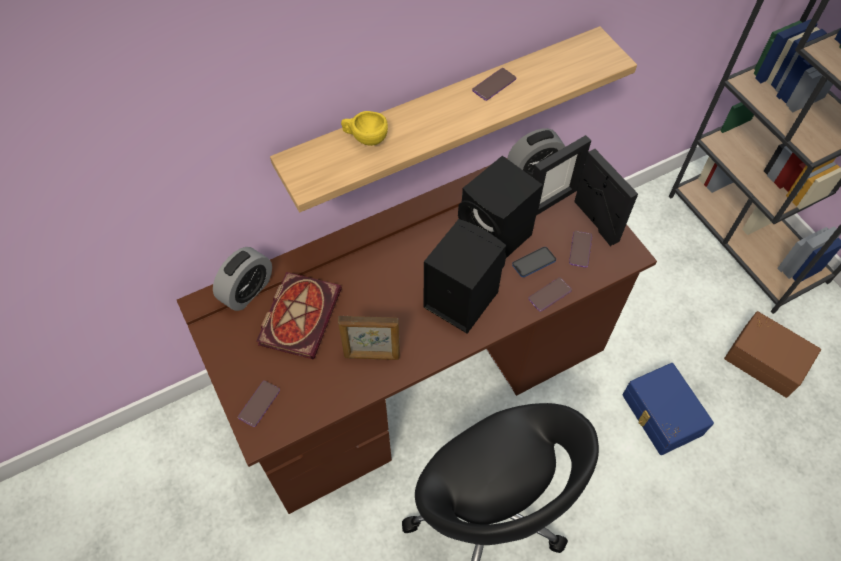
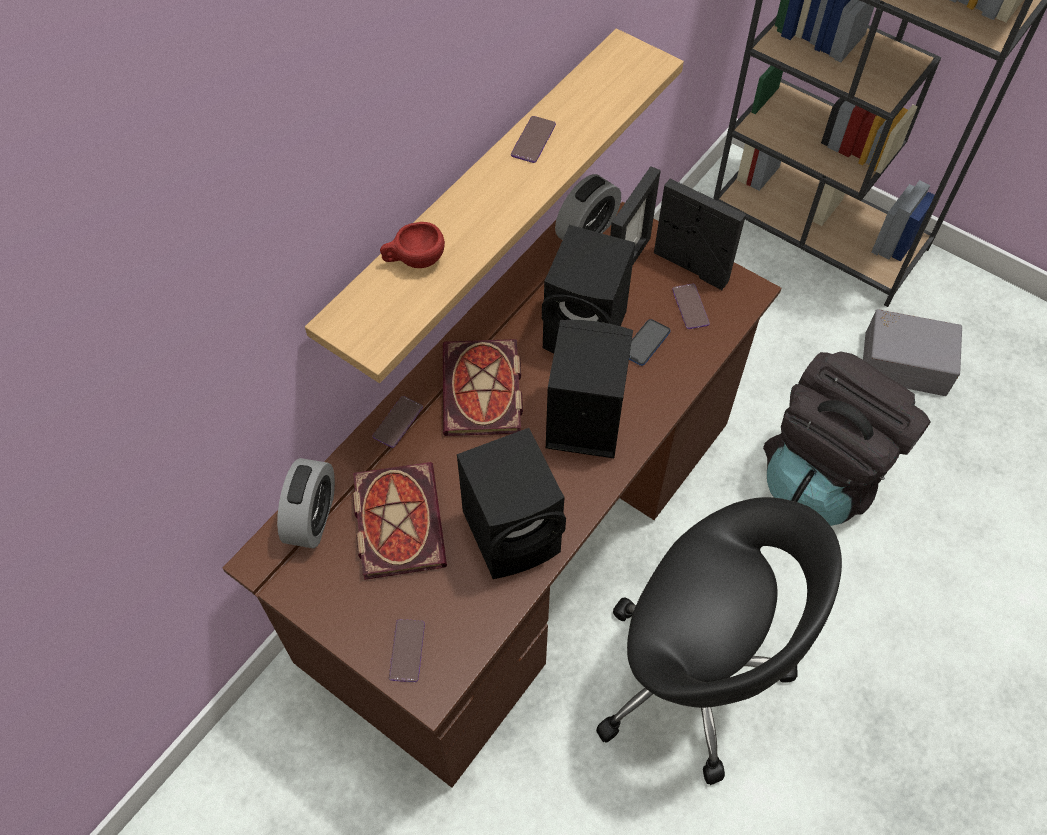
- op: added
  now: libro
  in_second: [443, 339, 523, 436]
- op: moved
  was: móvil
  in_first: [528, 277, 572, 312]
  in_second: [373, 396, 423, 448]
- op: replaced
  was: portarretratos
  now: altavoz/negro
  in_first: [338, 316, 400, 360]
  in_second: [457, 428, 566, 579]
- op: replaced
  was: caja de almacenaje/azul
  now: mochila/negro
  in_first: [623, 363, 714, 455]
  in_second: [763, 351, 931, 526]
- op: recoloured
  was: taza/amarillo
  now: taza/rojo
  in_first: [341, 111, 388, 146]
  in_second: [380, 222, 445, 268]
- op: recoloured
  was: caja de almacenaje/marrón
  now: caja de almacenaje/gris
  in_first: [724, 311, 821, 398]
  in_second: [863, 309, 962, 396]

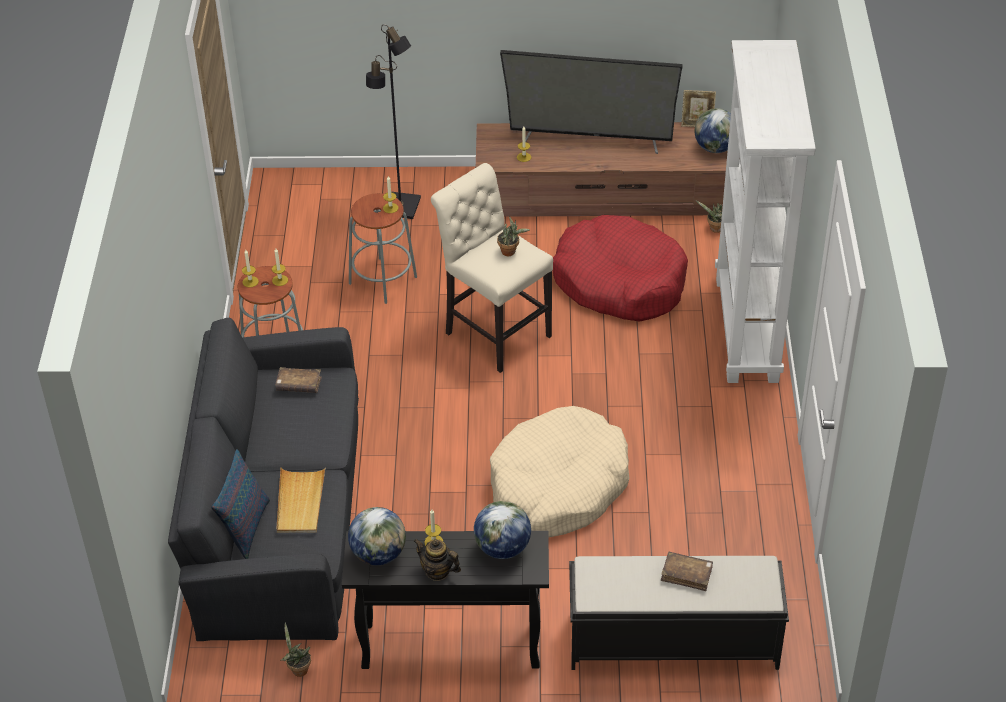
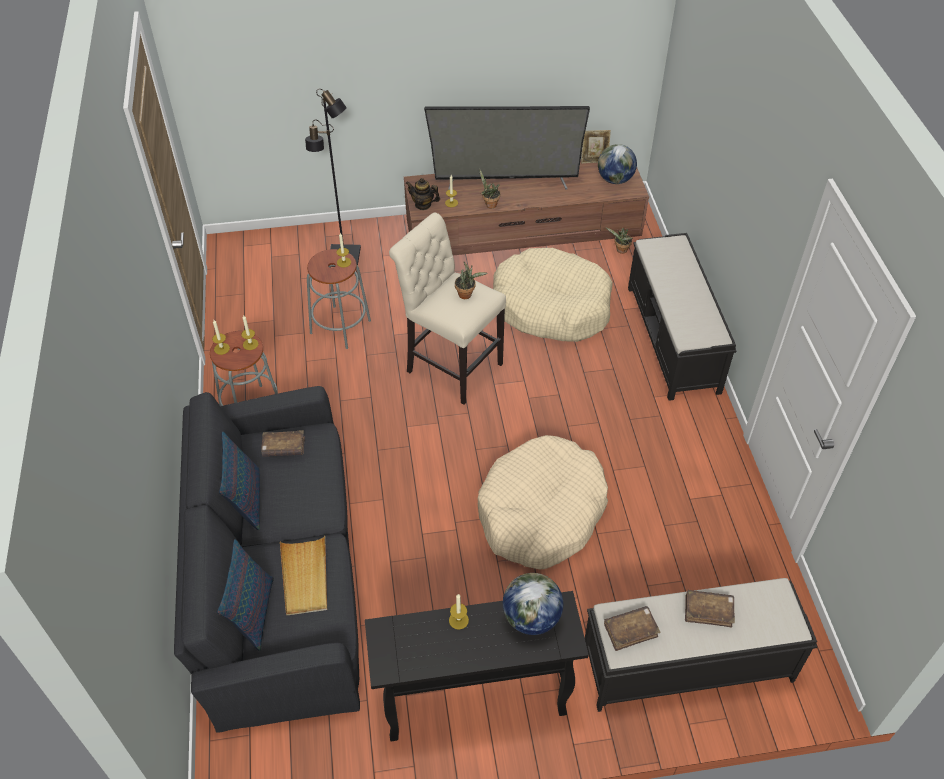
- op: removed
  was: globo terráqueo
  in_first: [348, 507, 406, 565]
- op: added
  now: cojín/azul
  in_second: [219, 432, 260, 530]
- op: added
  now: libro/marrón
  in_second: [604, 606, 661, 651]
- op: moved
  was: planta en maceta
  in_first: [281, 622, 311, 677]
  in_second: [479, 168, 500, 208]
- op: moved
  was: tetera
  in_first: [413, 539, 461, 581]
  in_second: [406, 178, 440, 210]
- op: replaced
  was: estantería/blanco
  now: banco/negro
  in_first: [715, 40, 816, 383]
  in_second: [628, 233, 736, 401]
- op: recoloured
  was: cama para perro/rojo
  now: cama para perro/beis
  in_first: [553, 215, 688, 321]
  in_second: [493, 248, 613, 342]

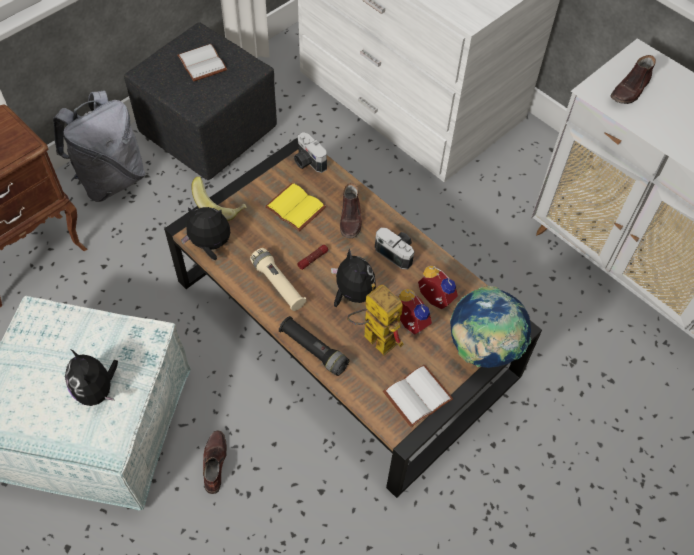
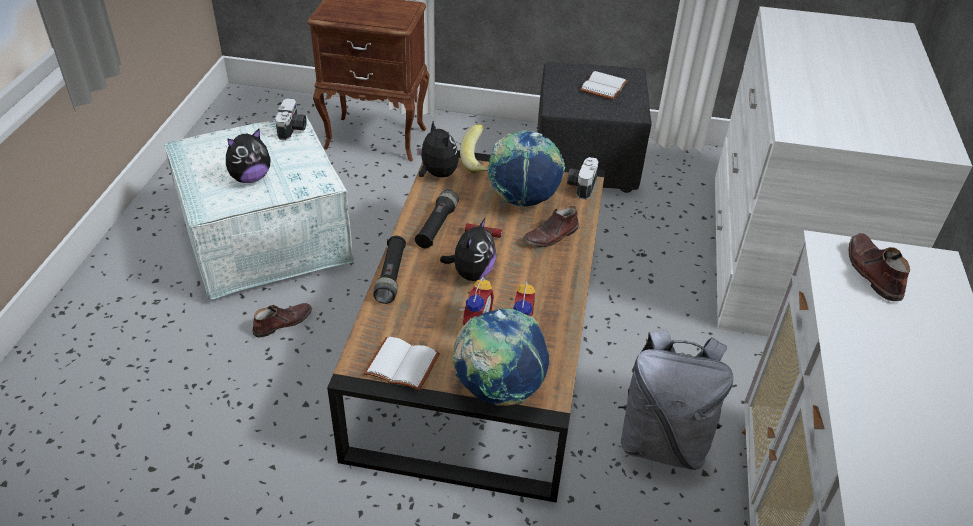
- op: removed
  was: robot de juguete
  in_first: [347, 283, 403, 356]
- op: moved
  was: mochila/gris
  in_first: [53, 91, 145, 202]
  in_second: [618, 329, 734, 470]
- op: moved
  was: cámara
  in_first: [375, 228, 414, 270]
  in_second: [275, 98, 306, 140]
- op: replaced
  was: libro/amarillo
  now: globo terráqueo
  in_first: [265, 183, 326, 231]
  in_second: [488, 130, 565, 207]
- op: recoloured
  was: linterna/beis
  now: linterna/negro
  in_first: [250, 248, 306, 311]
  in_second: [415, 190, 459, 248]
- op: turned
  was: peluche
  in_first: [65, 350, 118, 406]
  in_second: [226, 129, 271, 183]
  clockwise: -150
- op: turned
  was: zapato/marrón
  in_first: [610, 55, 656, 104]
  in_second: [849, 233, 910, 301]
  clockwise: 75

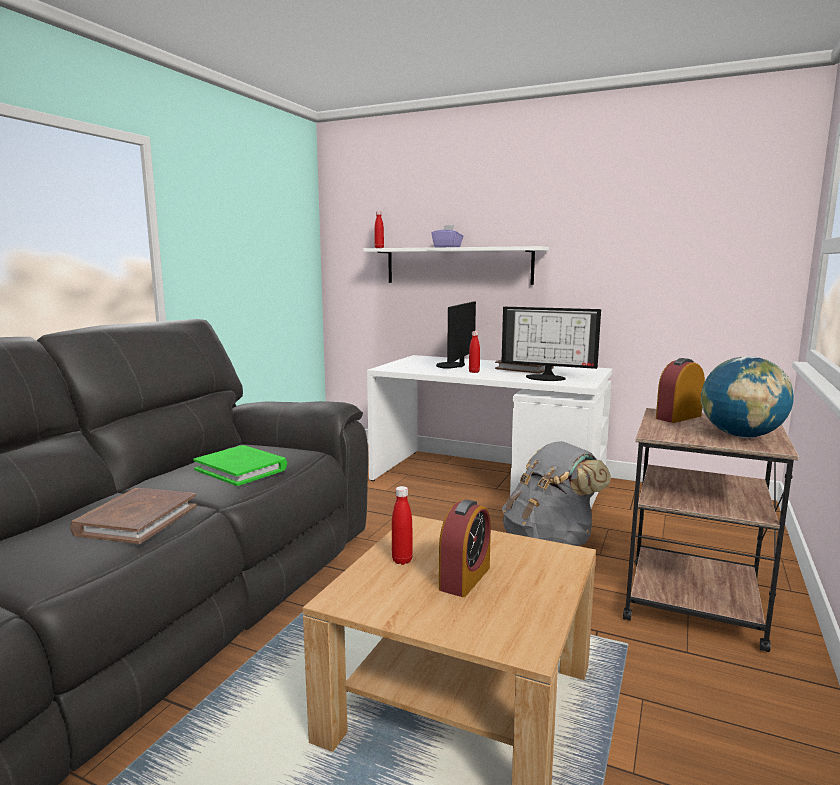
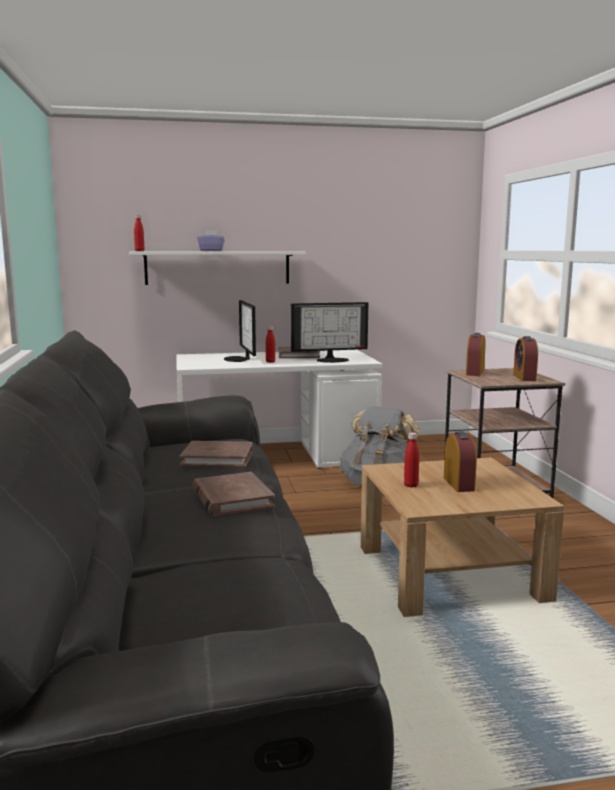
- op: replaced
  was: globo terráqueo
  now: despertador
  in_first: [701, 356, 794, 438]
  in_second: [513, 336, 538, 381]
- op: recoloured
  was: libro/verde
  now: libro/marrón
  in_first: [193, 445, 287, 486]
  in_second: [180, 441, 253, 467]

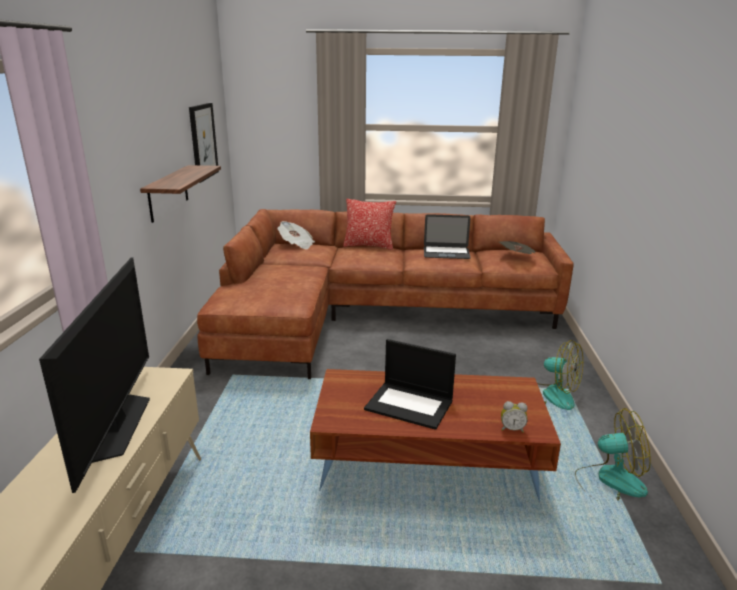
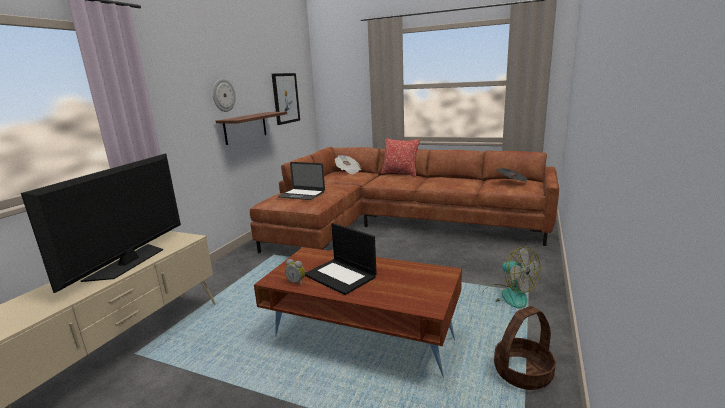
- op: added
  now: reloj de pared
  in_second: [213, 79, 236, 112]
- op: moved
  was: portátil
  in_first: [424, 214, 471, 259]
  in_second: [277, 162, 325, 200]
- op: moved
  was: despertador
  in_first: [501, 401, 528, 433]
  in_second: [285, 259, 305, 285]
- op: replaced
  was: ventilador
  now: cesta
  in_first: [575, 408, 651, 501]
  in_second: [494, 306, 556, 390]

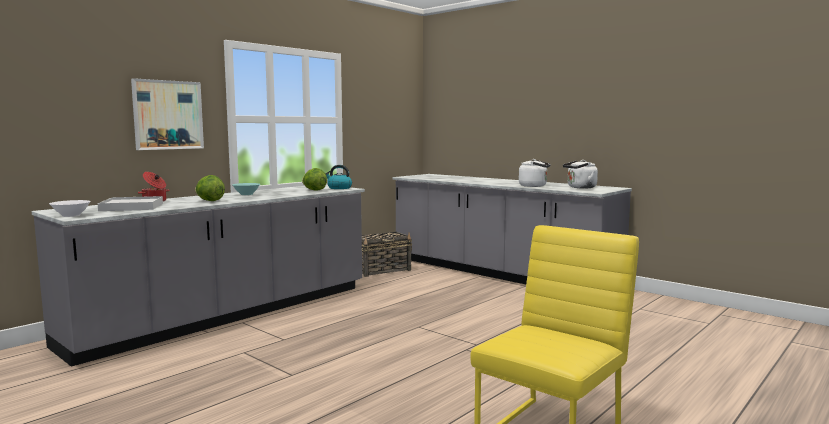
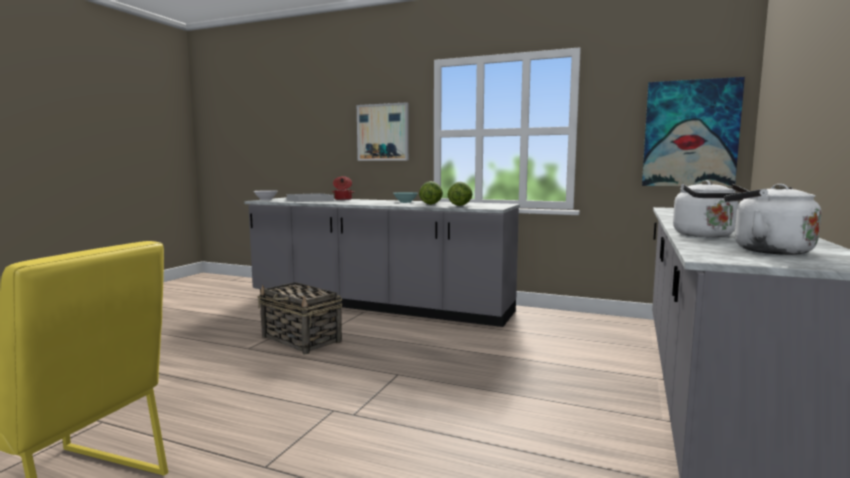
- op: removed
  was: hervidor
  in_first: [325, 165, 352, 189]
- op: added
  now: cuadro
  in_second: [642, 77, 745, 187]
- op: moved
  was: lechuga
  in_first: [195, 175, 225, 201]
  in_second: [419, 181, 443, 205]
- op: moved
  was: cesta
  in_first: [362, 232, 412, 277]
  in_second: [257, 282, 342, 355]

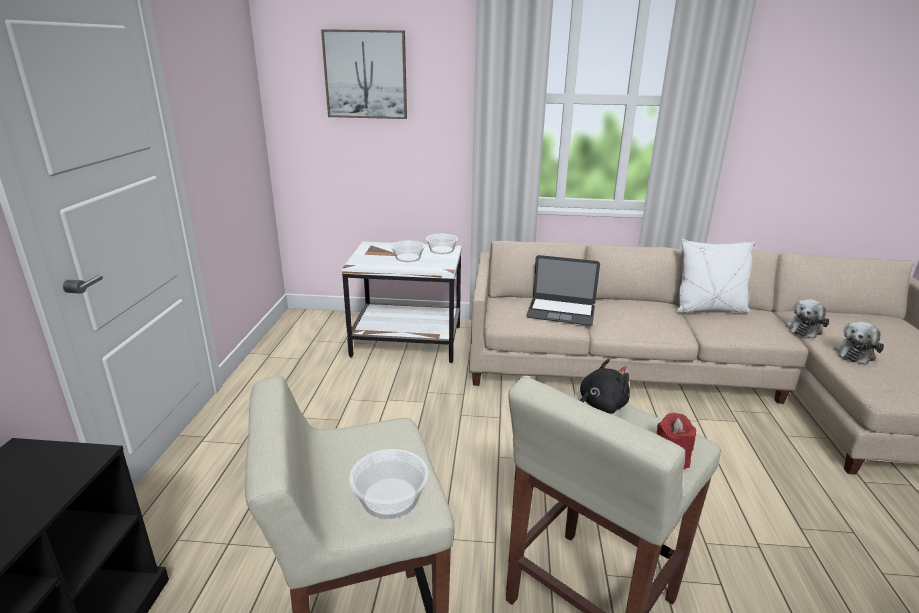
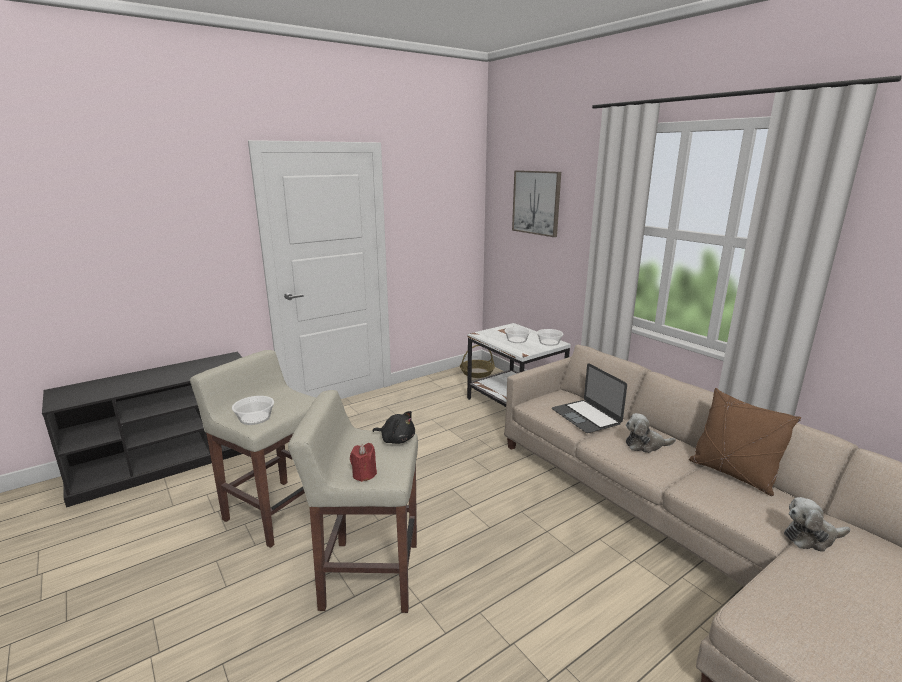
- op: added
  now: cesta
  in_second: [460, 345, 495, 378]
- op: moved
  was: peluche
  in_first: [833, 321, 884, 365]
  in_second: [626, 413, 676, 453]
- op: recoloured
  was: cojín/blanco
  now: cojín/marrón
  in_first: [676, 239, 755, 314]
  in_second: [689, 388, 801, 496]

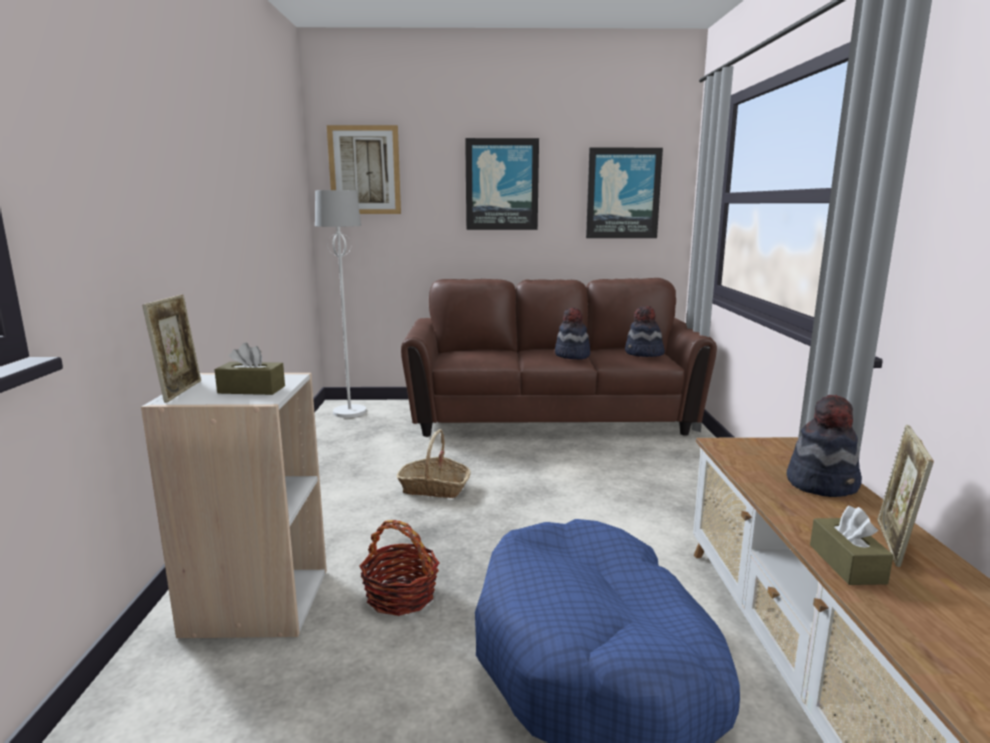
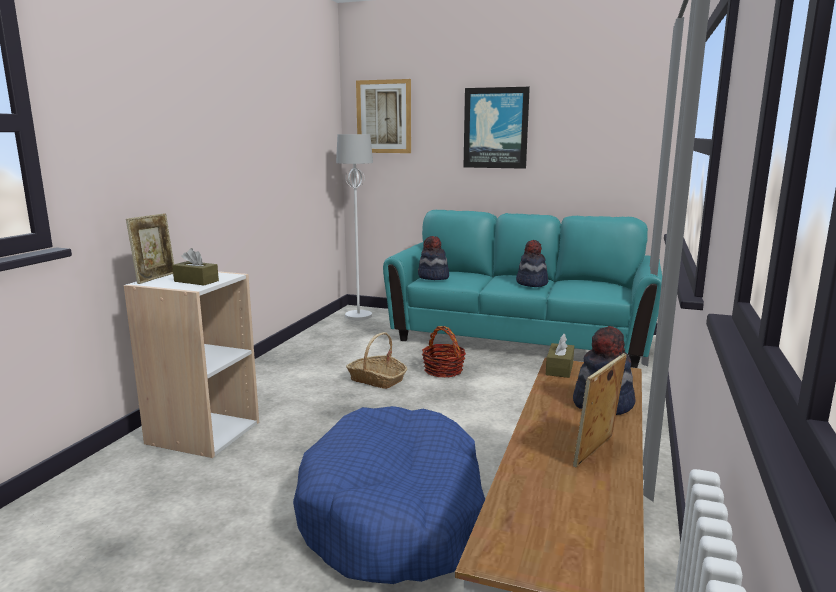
- op: removed
  was: cuadro
  in_first: [586, 148, 663, 238]
- op: moved
  was: cesta
  in_first: [359, 520, 439, 616]
  in_second: [422, 326, 466, 377]
- op: moved
  was: sombrero
  in_first: [625, 306, 665, 357]
  in_second: [418, 236, 449, 280]
- op: moved
  was: caja de pañuelos/marrón
  in_first: [810, 506, 894, 585]
  in_second: [546, 334, 574, 378]
- op: recoloured
  was: sofá/marrón
  now: sofá/turquesa
  in_first: [401, 278, 717, 437]
  in_second: [383, 210, 662, 368]

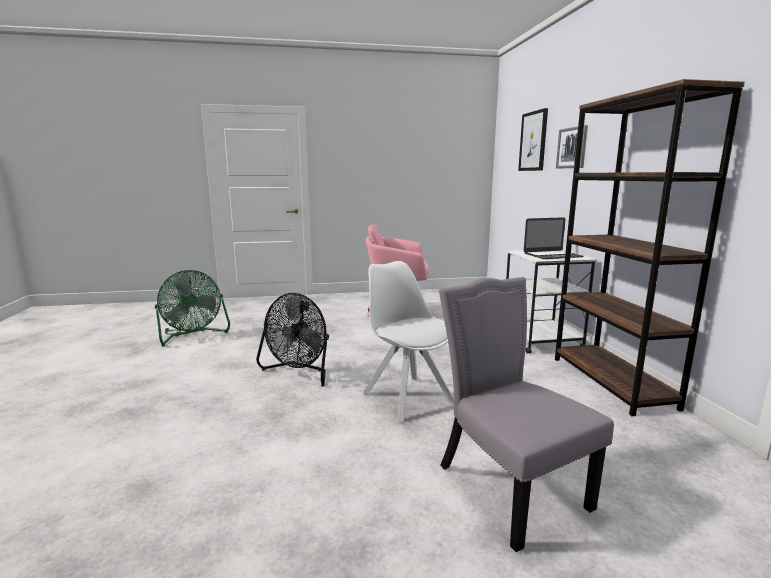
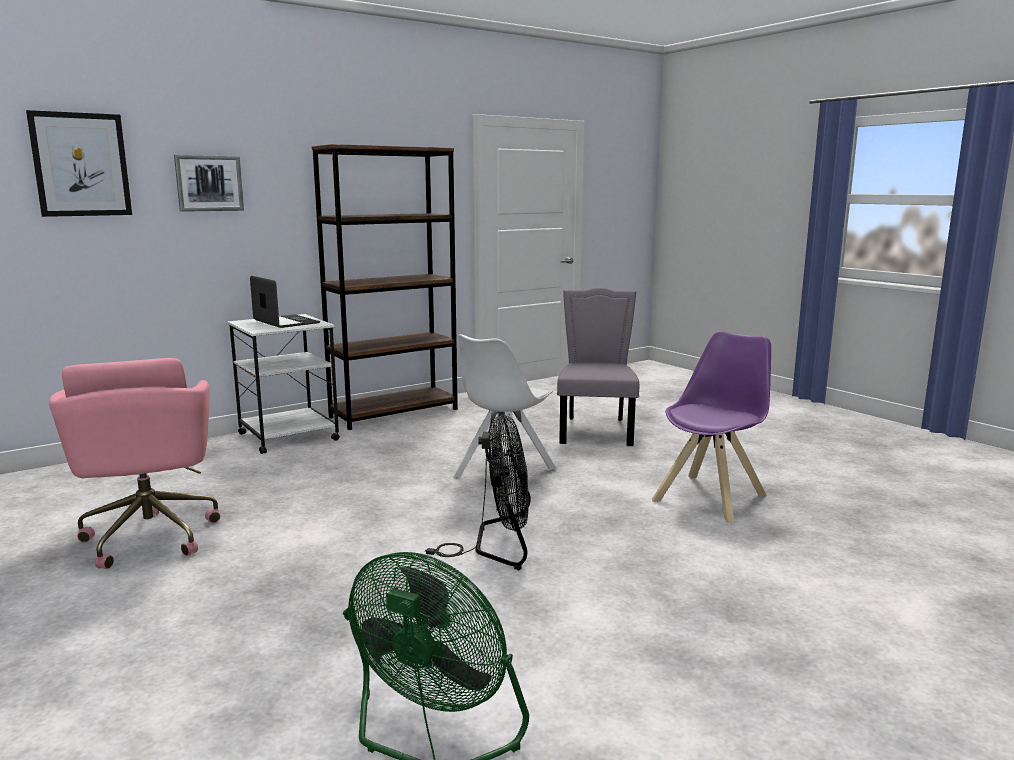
- op: added
  now: silla/morado
  in_second: [652, 331, 771, 523]
- op: turned
  was: silla/gris
  in_first: [439, 277, 614, 552]
  in_second: [557, 287, 639, 446]
  clockwise: 150

